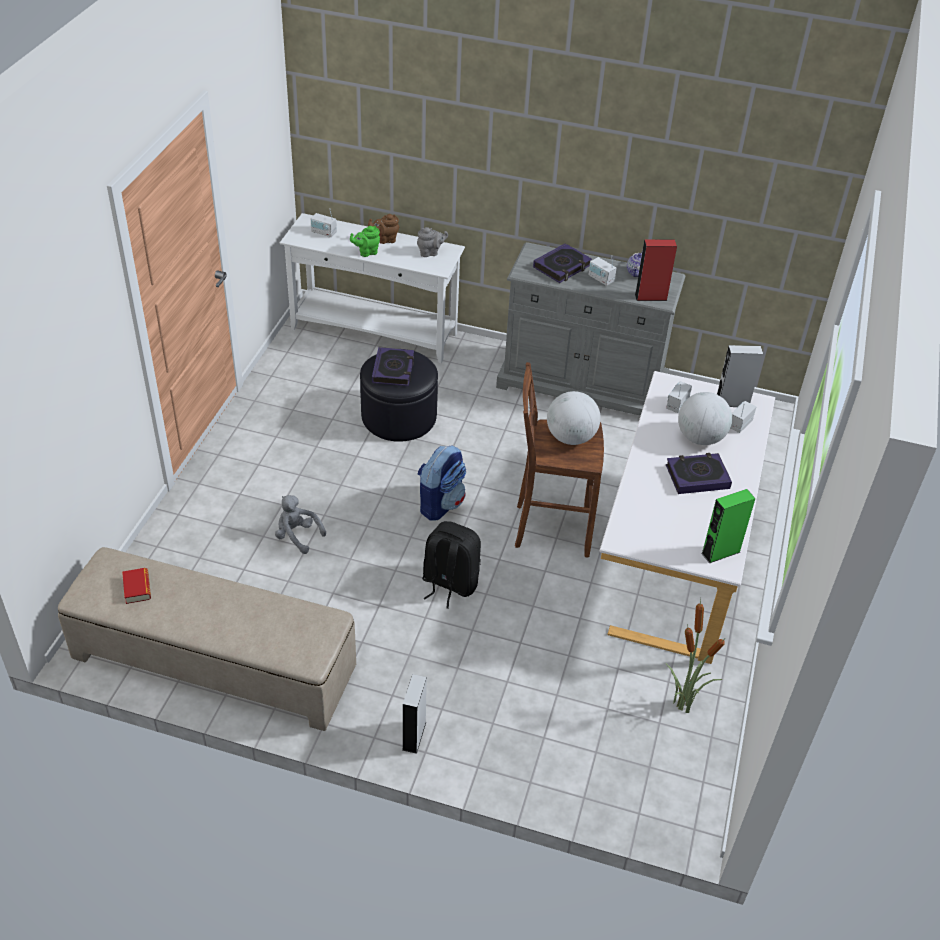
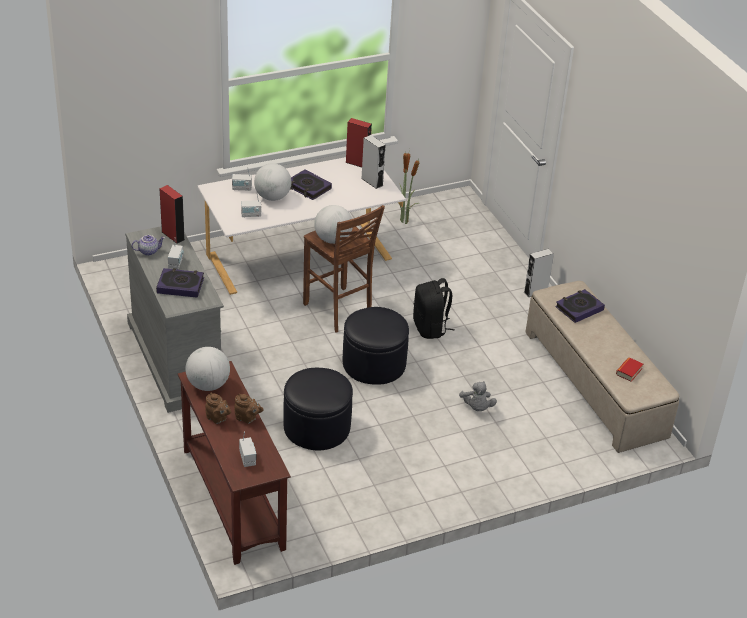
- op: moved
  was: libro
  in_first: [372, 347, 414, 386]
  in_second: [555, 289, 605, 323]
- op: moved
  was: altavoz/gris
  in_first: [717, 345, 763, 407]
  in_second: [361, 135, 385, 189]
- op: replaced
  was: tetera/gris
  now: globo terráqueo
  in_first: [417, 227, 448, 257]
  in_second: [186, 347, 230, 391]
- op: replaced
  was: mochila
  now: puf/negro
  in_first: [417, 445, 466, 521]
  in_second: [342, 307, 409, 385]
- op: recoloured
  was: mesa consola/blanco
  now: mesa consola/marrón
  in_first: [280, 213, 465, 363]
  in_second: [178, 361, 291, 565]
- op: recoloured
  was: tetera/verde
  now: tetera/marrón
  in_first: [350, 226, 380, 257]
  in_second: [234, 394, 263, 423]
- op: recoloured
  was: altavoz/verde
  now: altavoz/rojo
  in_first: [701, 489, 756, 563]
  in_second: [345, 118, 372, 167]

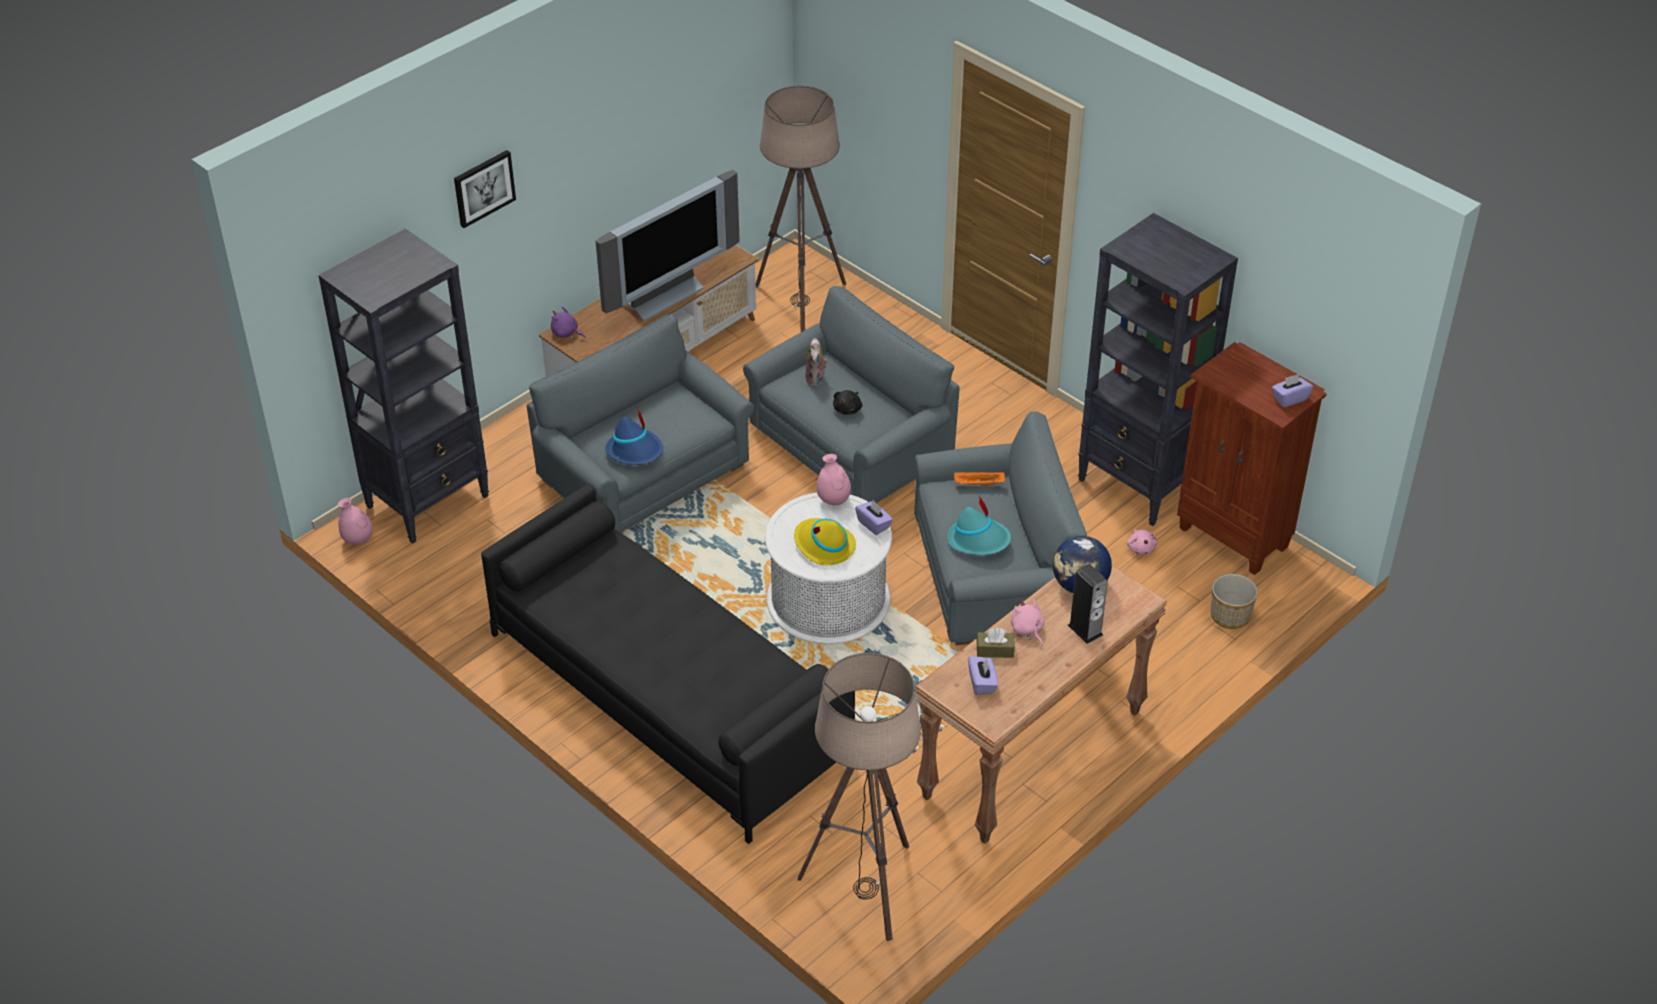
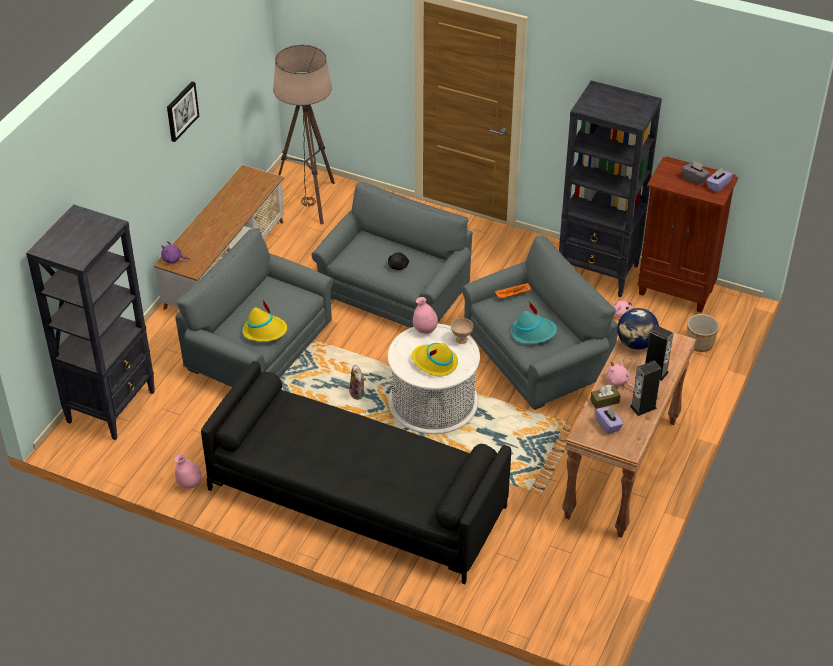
- op: removed
  was: televisor
  in_first: [596, 170, 740, 321]
- op: removed
  was: lámpara de pie
  in_first: [798, 653, 921, 941]
- op: added
  now: altavoz
  in_second: [630, 360, 661, 416]
- op: added
  now: caja de pañuelos/gris
  in_second: [682, 160, 710, 185]
- op: moved
  was: florero/rosa
  in_first: [338, 498, 373, 545]
  in_second: [175, 454, 202, 489]
- op: moved
  was: cuadro
  in_first: [454, 150, 516, 228]
  in_second: [167, 81, 199, 142]
- op: moved
  was: peluche
  in_first: [805, 338, 828, 387]
  in_second: [349, 364, 366, 400]
- op: replaced
  was: caja de pañuelos/morado
  now: cuenco/beis
  in_first: [855, 500, 893, 535]
  in_second: [451, 318, 473, 344]
- op: recoloured
  was: sombrero/azul
  now: sombrero/amarillo
  in_first: [605, 408, 663, 465]
  in_second: [243, 298, 287, 342]

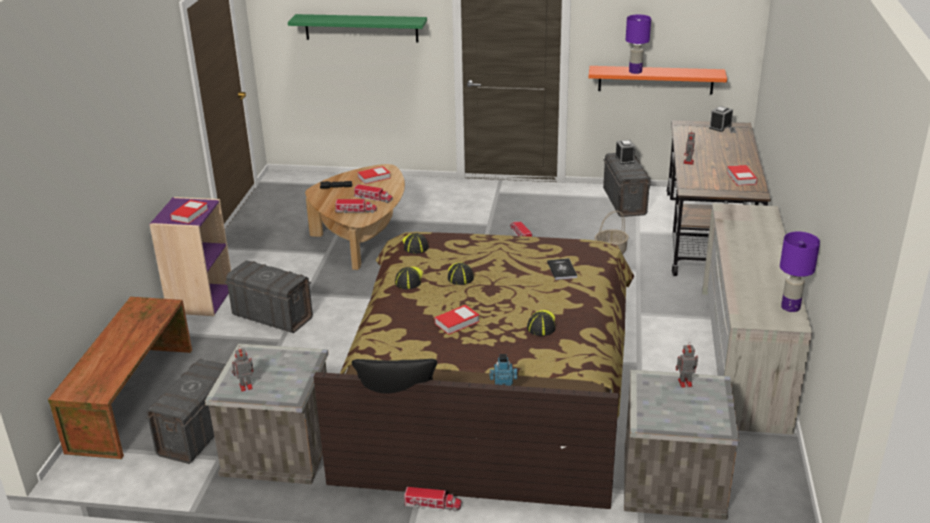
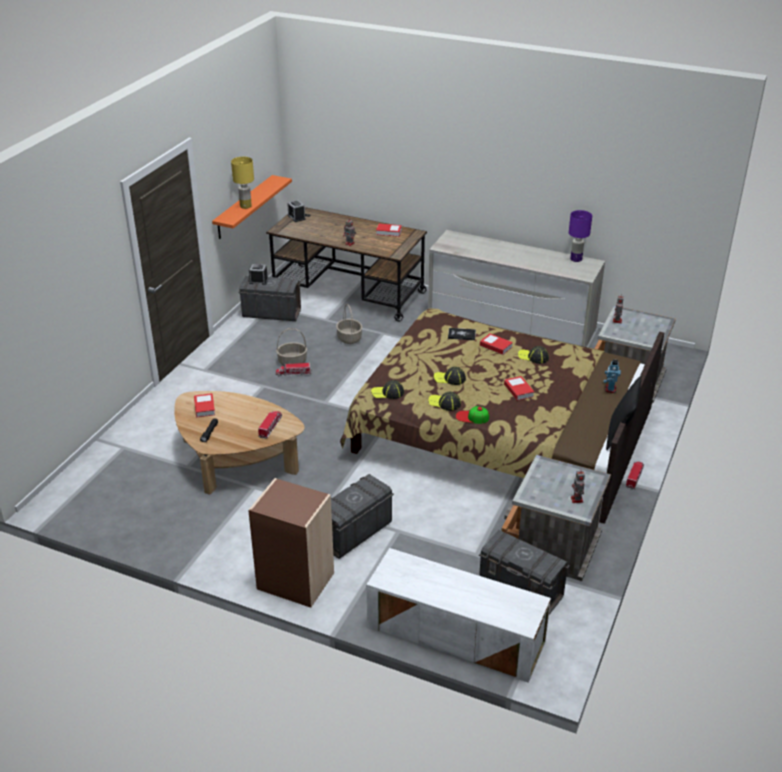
- op: removed
  was: estante/verde
  in_first: [288, 14, 427, 42]
- op: removed
  was: camión de juguete
  in_first: [354, 184, 393, 203]
- op: added
  now: cesta
  in_second: [276, 328, 307, 366]
- op: added
  now: gorra
  in_second: [456, 406, 489, 424]
- op: moved
  was: libro
  in_first: [170, 200, 208, 224]
  in_second: [480, 334, 513, 355]
- op: recoloured
  was: banco/marrón
  now: banco/blanco
  in_first: [48, 297, 192, 459]
  in_second: [366, 548, 551, 683]
- op: recoloured
  was: estantería/morado
  now: estantería/marrón
  in_first: [149, 197, 231, 316]
  in_second: [248, 478, 334, 608]
- op: recoloured
  was: lámpara de mesa/morado
  now: lámpara de mesa/amarillo
  in_first: [626, 15, 651, 74]
  in_second: [231, 157, 254, 209]

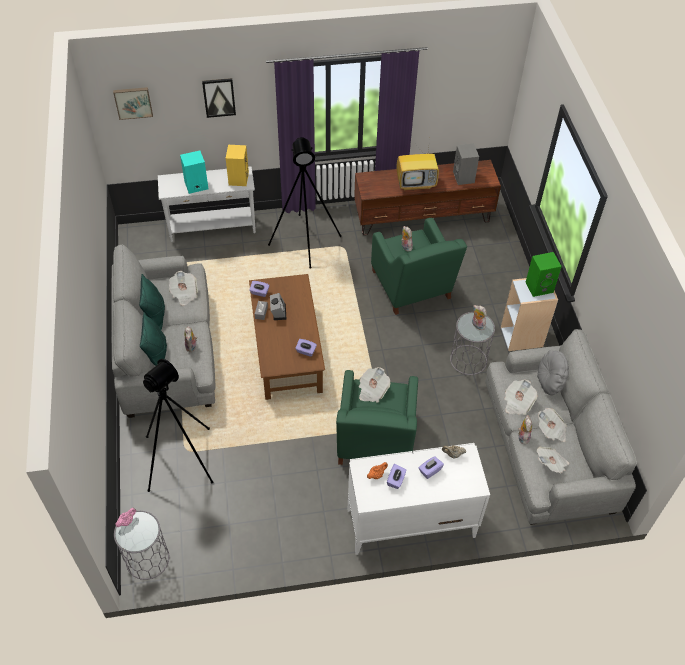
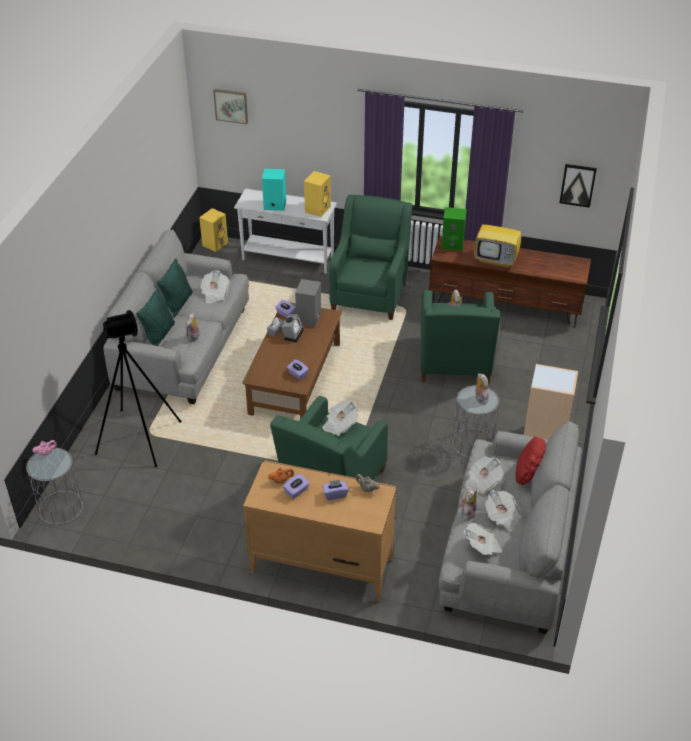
- op: added
  now: altavoz/amarillo
  in_second: [199, 208, 228, 252]
- op: moved
  was: cuadro
  in_first: [202, 78, 236, 118]
  in_second: [560, 164, 597, 208]
- op: moved
  was: altavoz/gris
  in_first: [453, 144, 479, 185]
  in_second: [295, 279, 321, 327]
- op: moved
  was: altavoz/verde
  in_first: [525, 252, 562, 297]
  in_second: [441, 207, 467, 251]
- op: replaced
  was: lámpara de pie/negro
  now: sillón/verde
  in_first: [268, 137, 342, 269]
  in_second: [329, 195, 413, 320]
- op: recoloured
  was: armario/blanco
  now: armario/marrón
  in_first: [348, 443, 490, 555]
  in_second: [243, 460, 396, 602]
- op: recoloured
  was: cojín/gris
  now: cojín/rojo
  in_first: [537, 350, 569, 395]
  in_second: [515, 436, 546, 485]

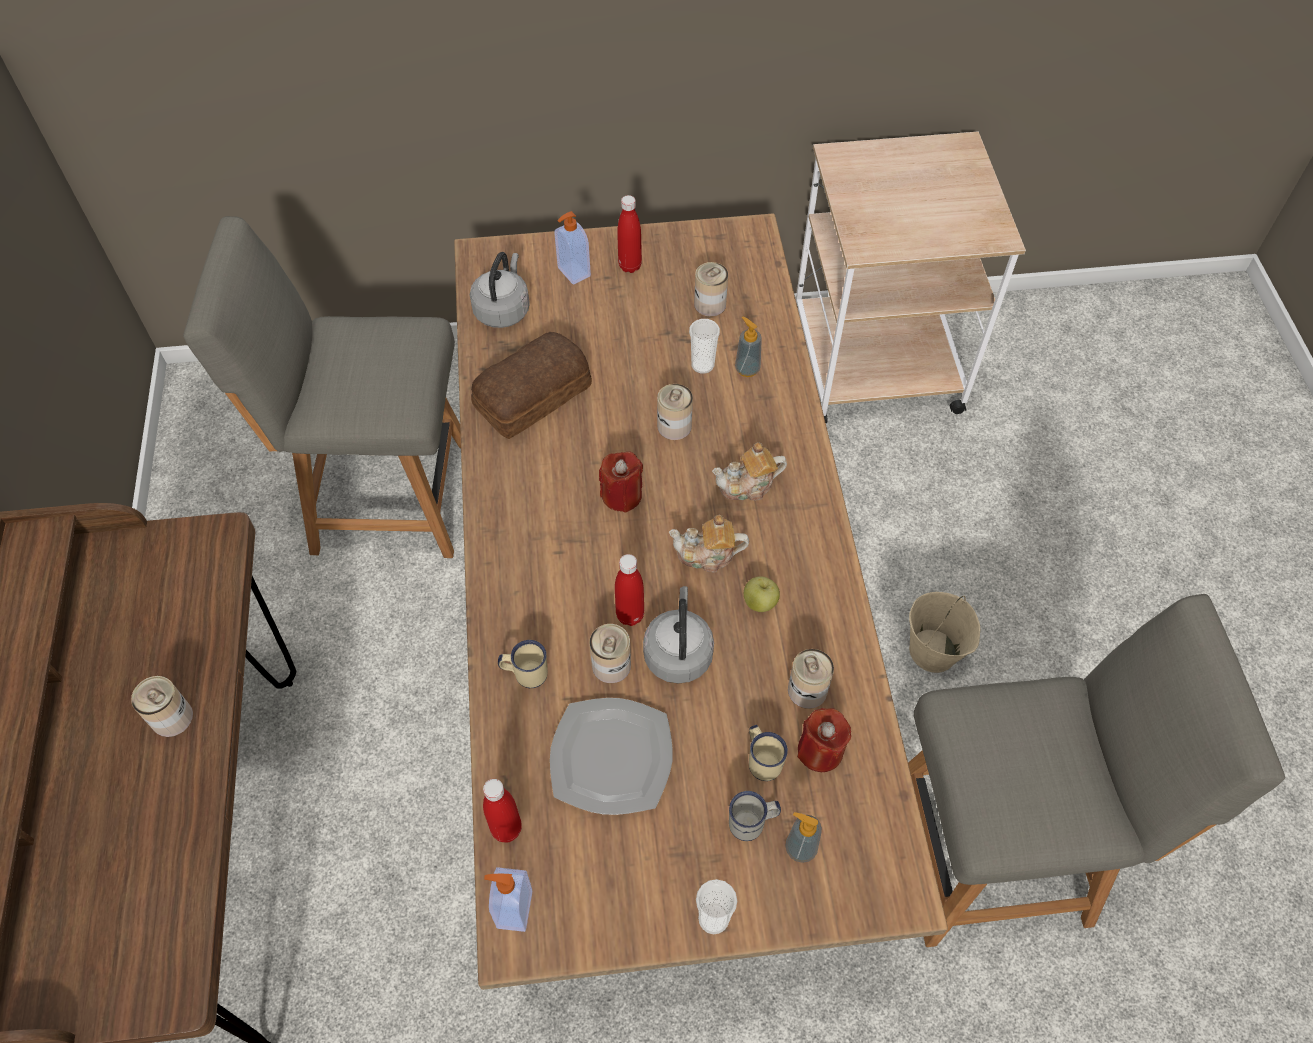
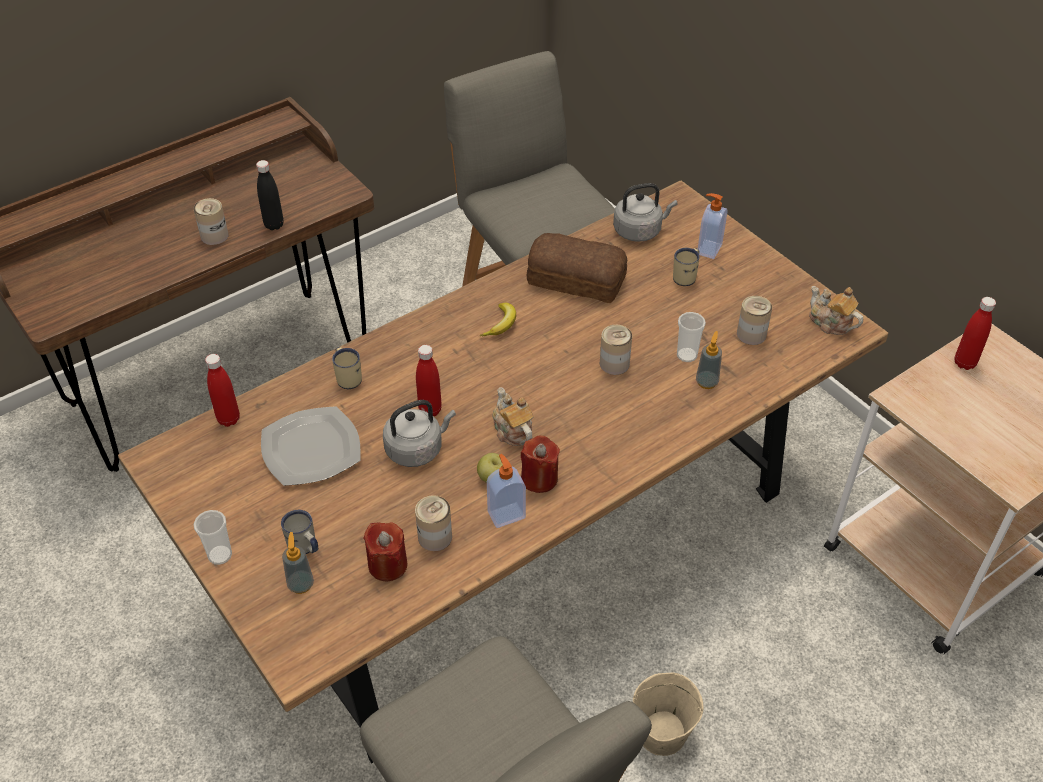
- op: removed
  was: lata
  in_first: [590, 624, 631, 683]
- op: added
  now: botella/negro
  in_second: [256, 160, 284, 230]
- op: added
  now: plátano
  in_second: [480, 303, 516, 336]
- op: moved
  was: dispensador de jabón
  in_first: [484, 867, 532, 932]
  in_second: [487, 454, 526, 528]
- op: moved
  was: vela/rojo
  in_first: [599, 452, 643, 513]
  in_second: [521, 435, 560, 493]
- op: moved
  was: botella/rojo
  in_first: [617, 195, 642, 273]
  in_second: [955, 297, 996, 370]
- op: moved
  was: tetera
  in_first: [712, 442, 787, 501]
  in_second: [809, 286, 863, 335]
- op: moved
  was: taza grande/beis
  in_first: [749, 725, 788, 781]
  in_second: [673, 248, 699, 286]

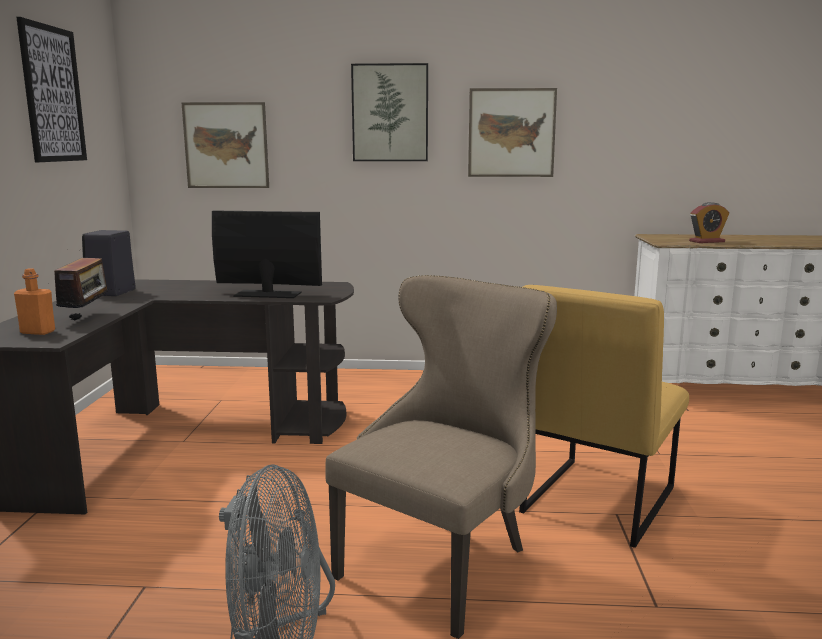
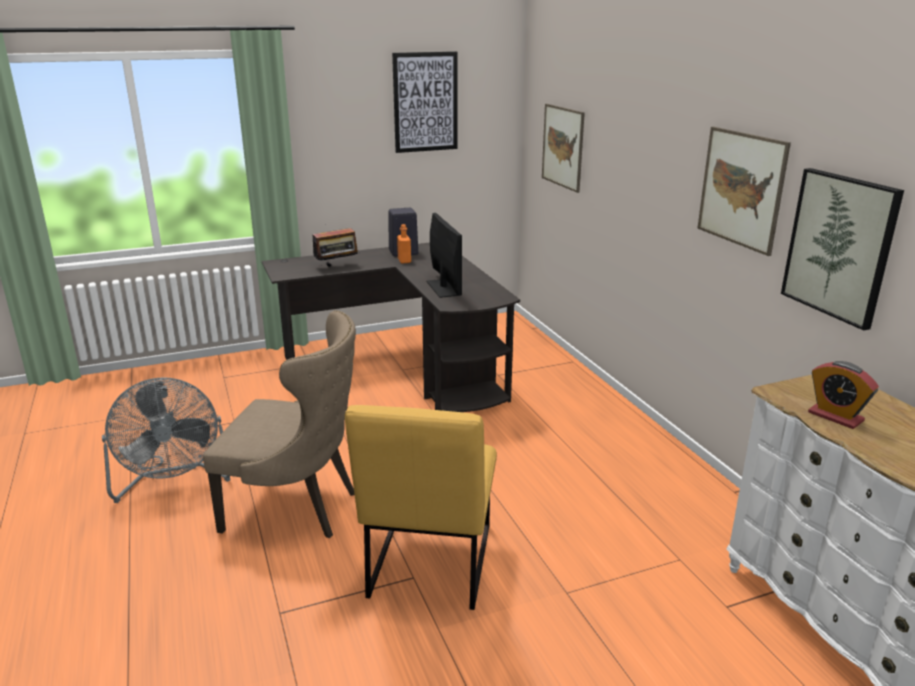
- op: moved
  was: botella/naranja
  in_first: [14, 268, 55, 335]
  in_second: [397, 224, 411, 264]
- op: moved
  was: cuadro
  in_first: [351, 63, 428, 161]
  in_second: [781, 168, 904, 330]
- op: turned
  was: silla/amarillo
  in_first: [519, 285, 689, 548]
  in_second: [345, 405, 497, 610]
  clockwise: -90

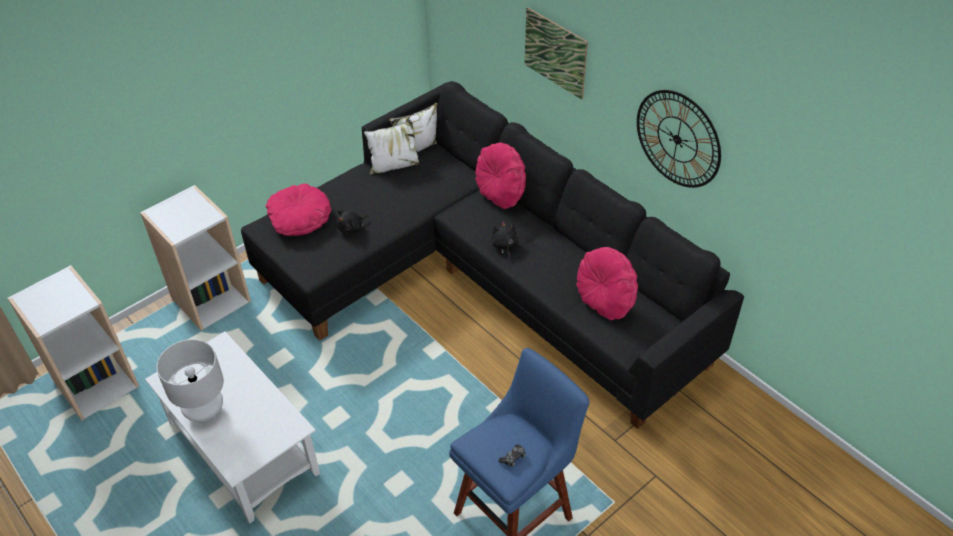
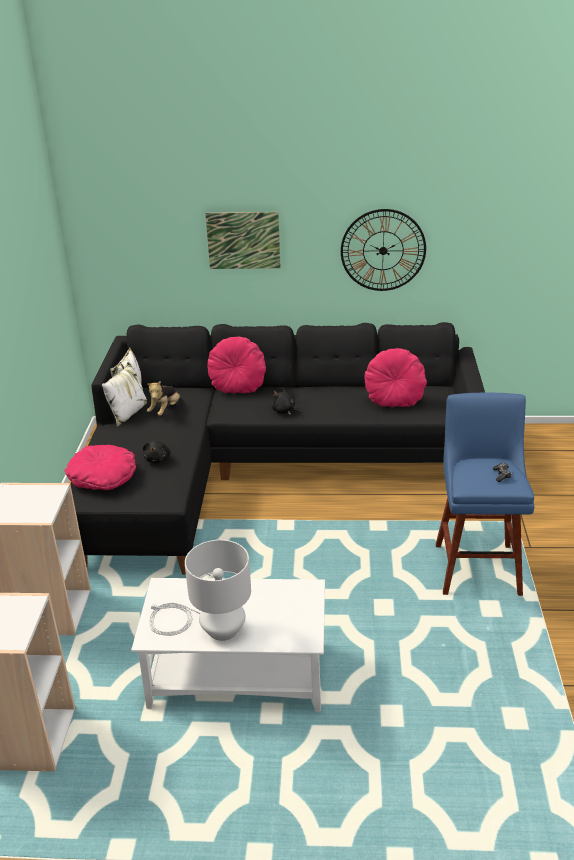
- op: added
  now: peluche
  in_second: [147, 381, 180, 416]

